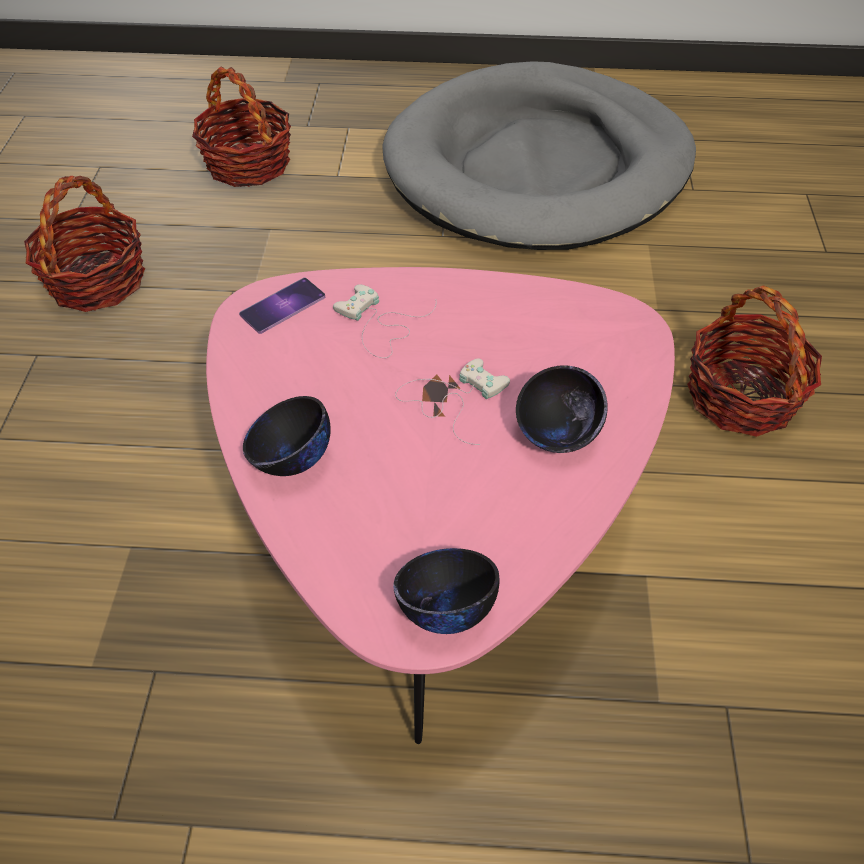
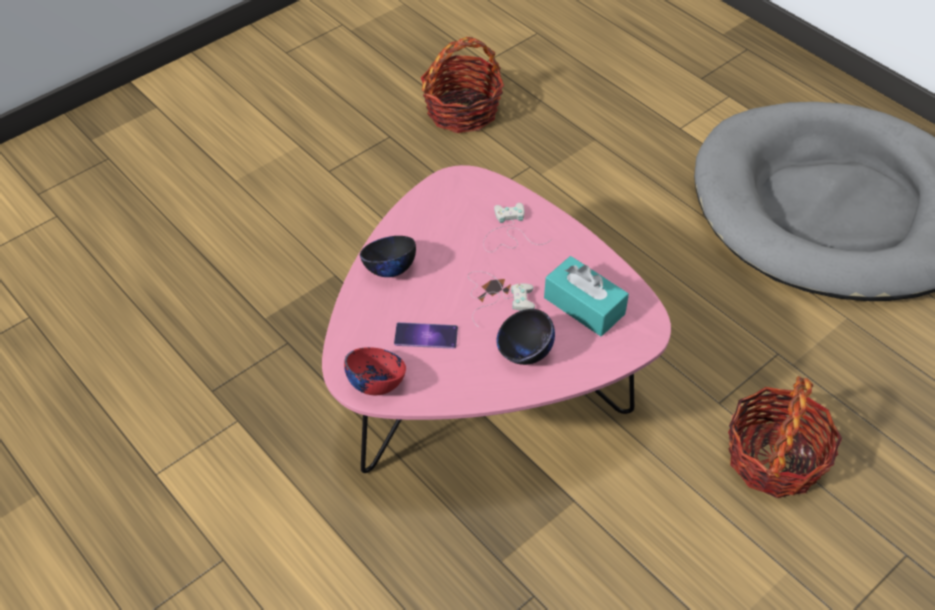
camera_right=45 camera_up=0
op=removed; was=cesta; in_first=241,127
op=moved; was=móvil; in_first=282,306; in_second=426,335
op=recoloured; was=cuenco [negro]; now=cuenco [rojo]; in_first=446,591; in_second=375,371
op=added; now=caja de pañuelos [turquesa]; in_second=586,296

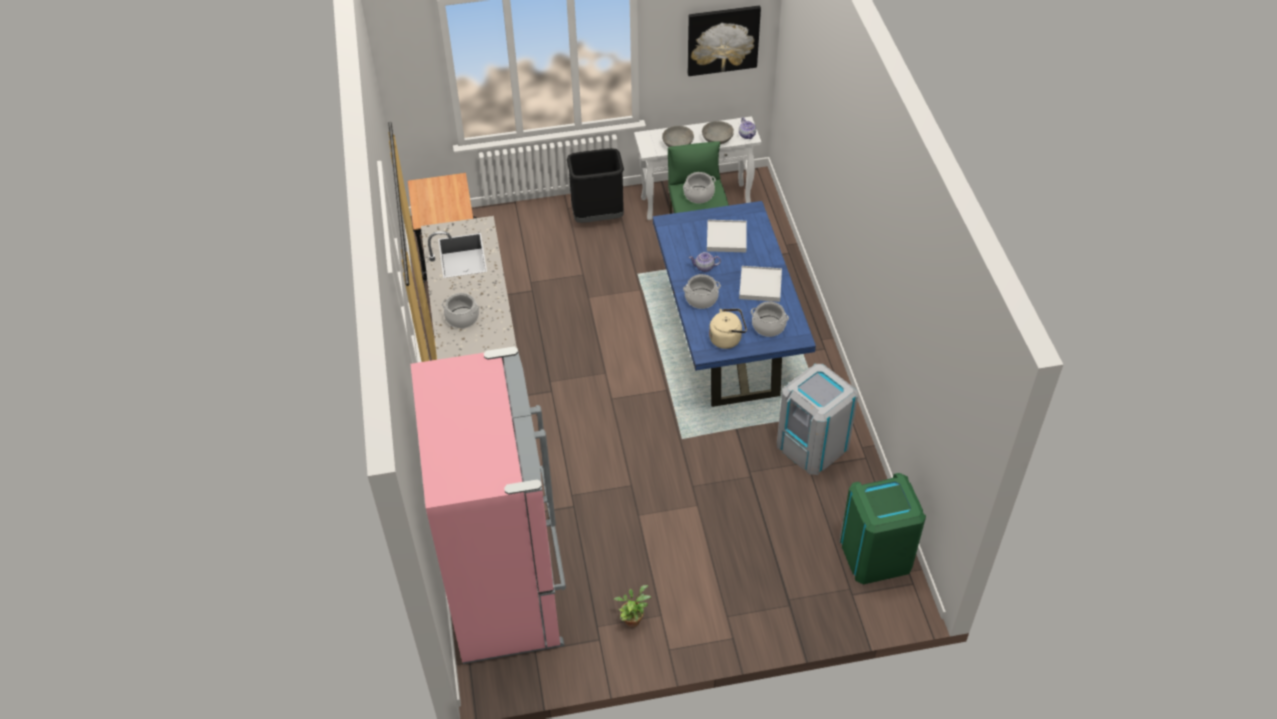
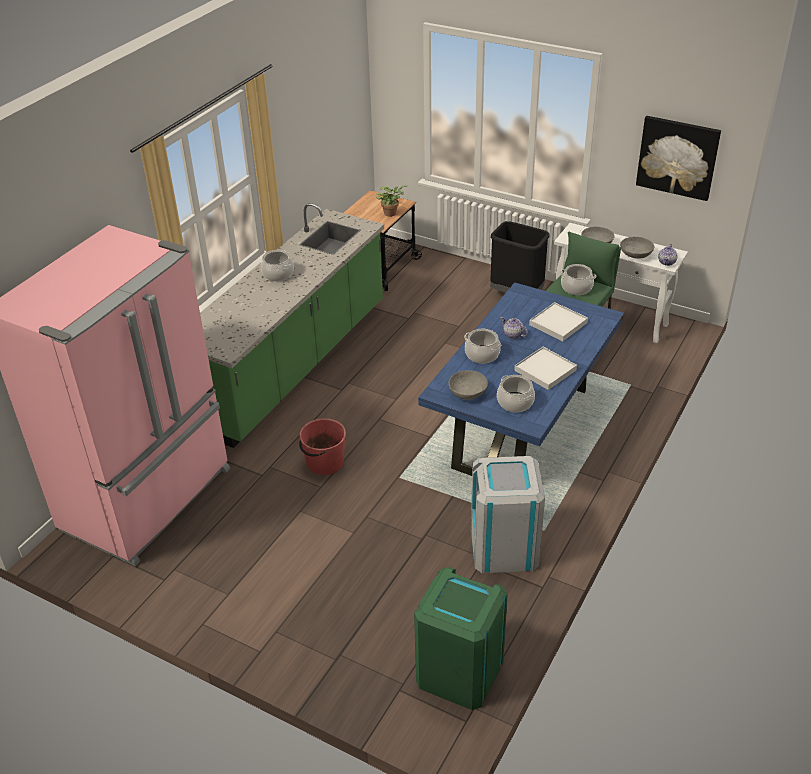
camera_right=40 camera_up=-10
op=moved; was=planta en maceta; in_first=632,606; in_second=391,201
op=replaced; was=hervidor [beis]; now=cuenco [gris]; in_first=728,329; in_second=468,385
op=added; now=cubo [rojo]; in_second=322,446

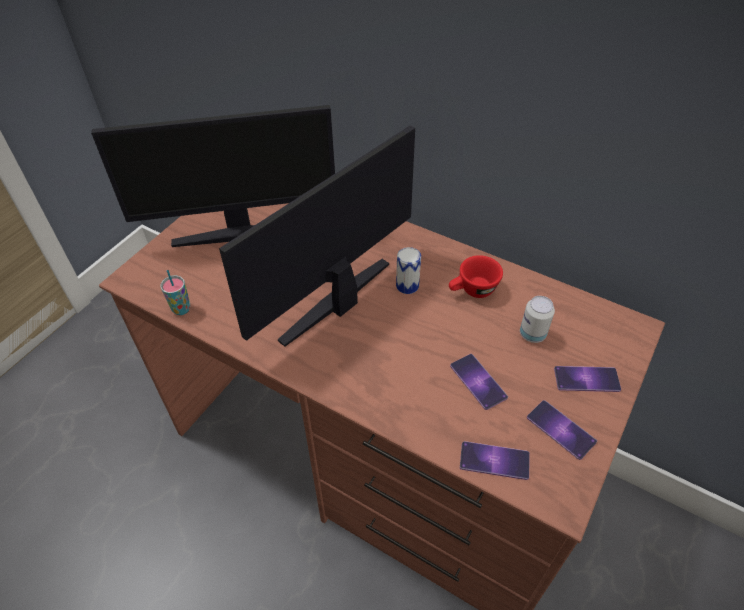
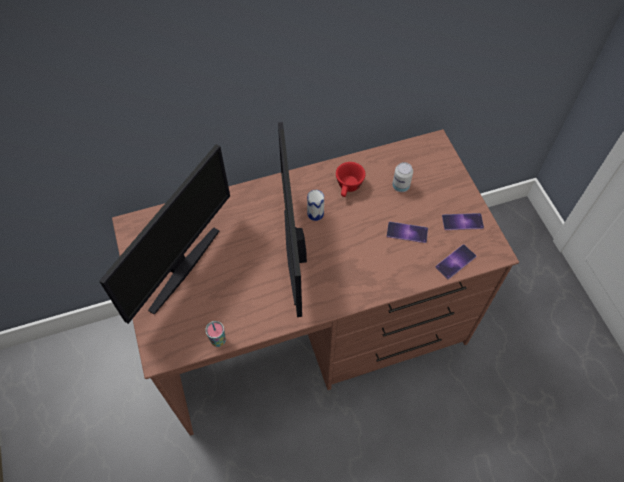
camera_right=-50 camera_up=10
op=removed; was=móvil; in_first=587,379

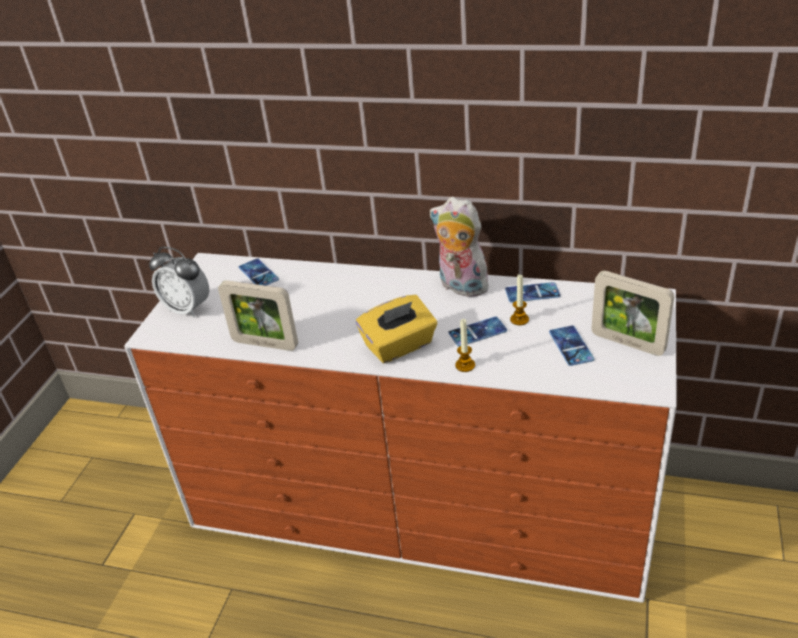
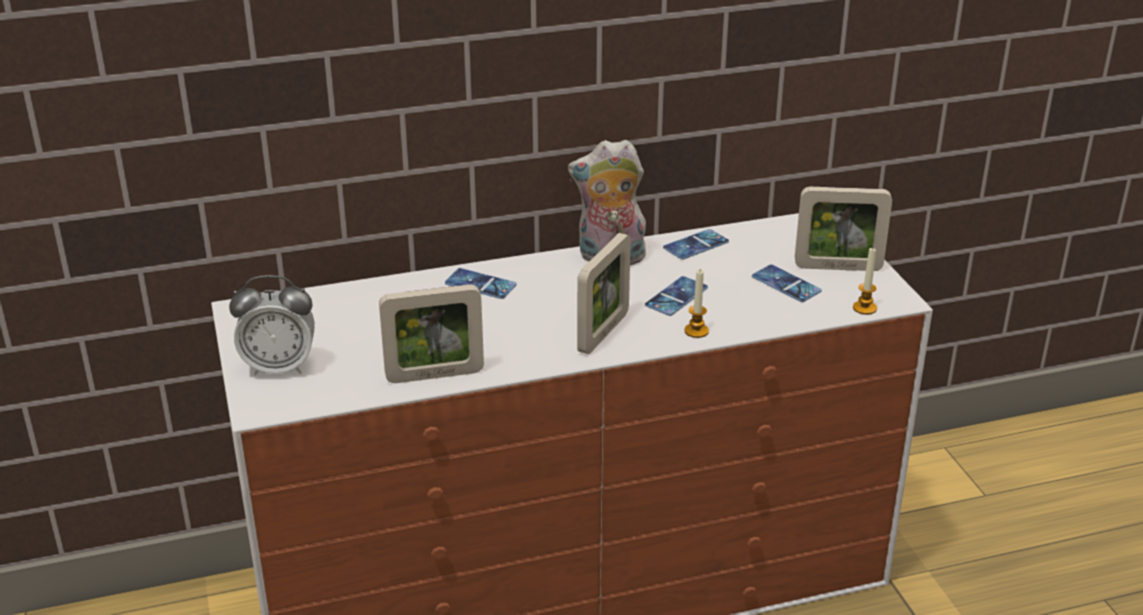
camera_right=-35 camera_up=-5
op=moved; was=móvil; in_first=259,271; in_second=481,283
op=replaced; was=caja de pañuelos [amarillo]; now=portarretratos; in_first=396,329; in_second=604,293
op=moved; was=vela; in_first=519,299; in_second=865,281

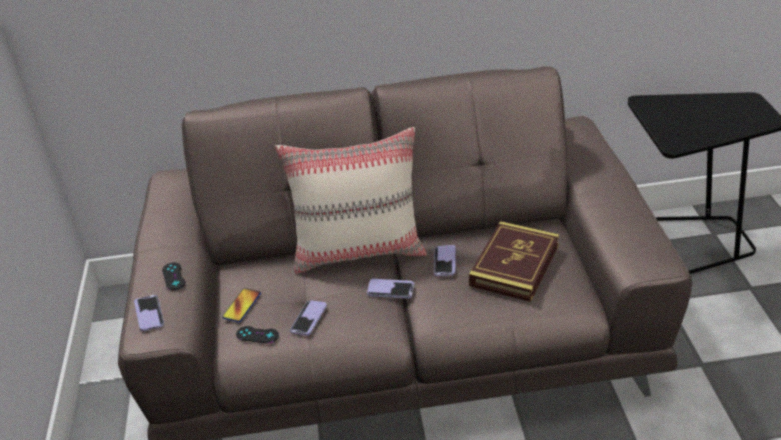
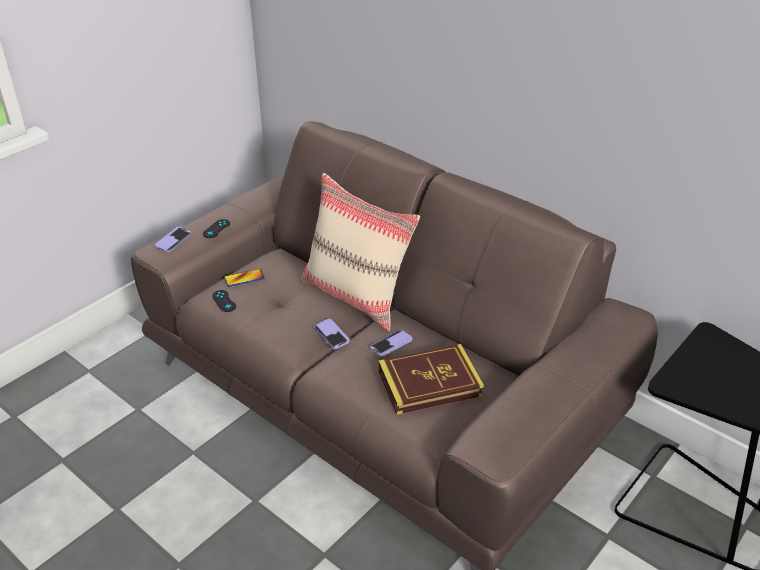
camera_right=45 camera_up=0
op=removed; was=móvil; in_first=308,317

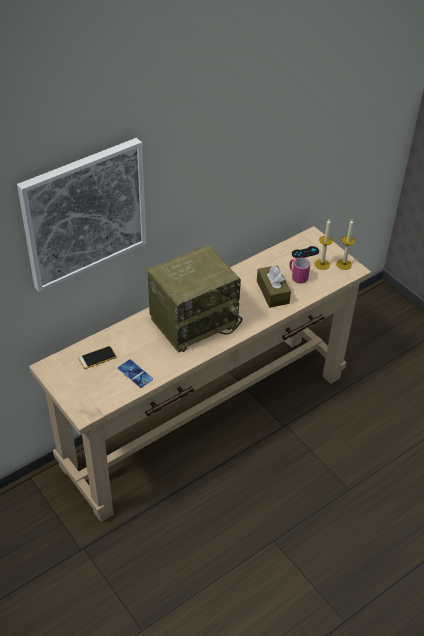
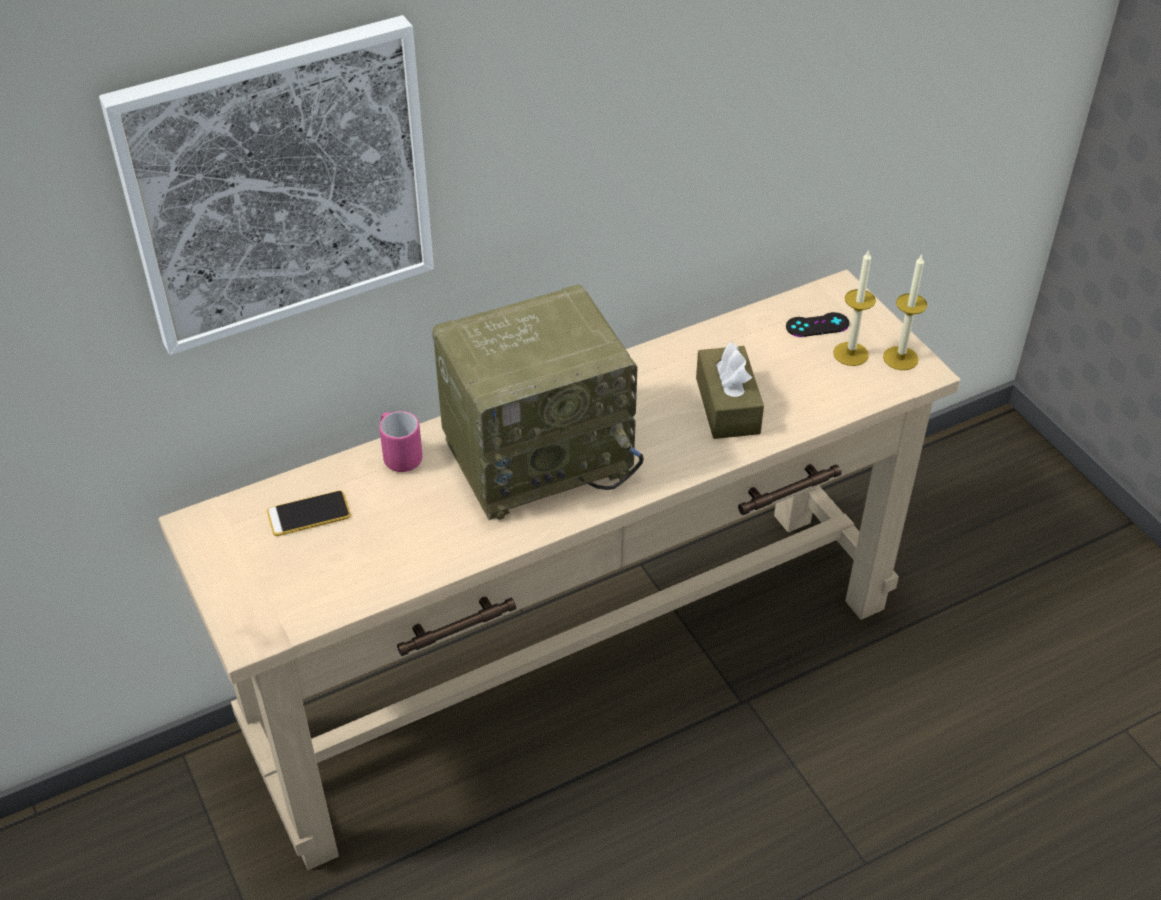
camera_right=10 camera_up=0
op=removed; was=móvil; in_first=135,373
op=moved; was=taza grande [rosa]; in_first=299,270; in_second=401,441

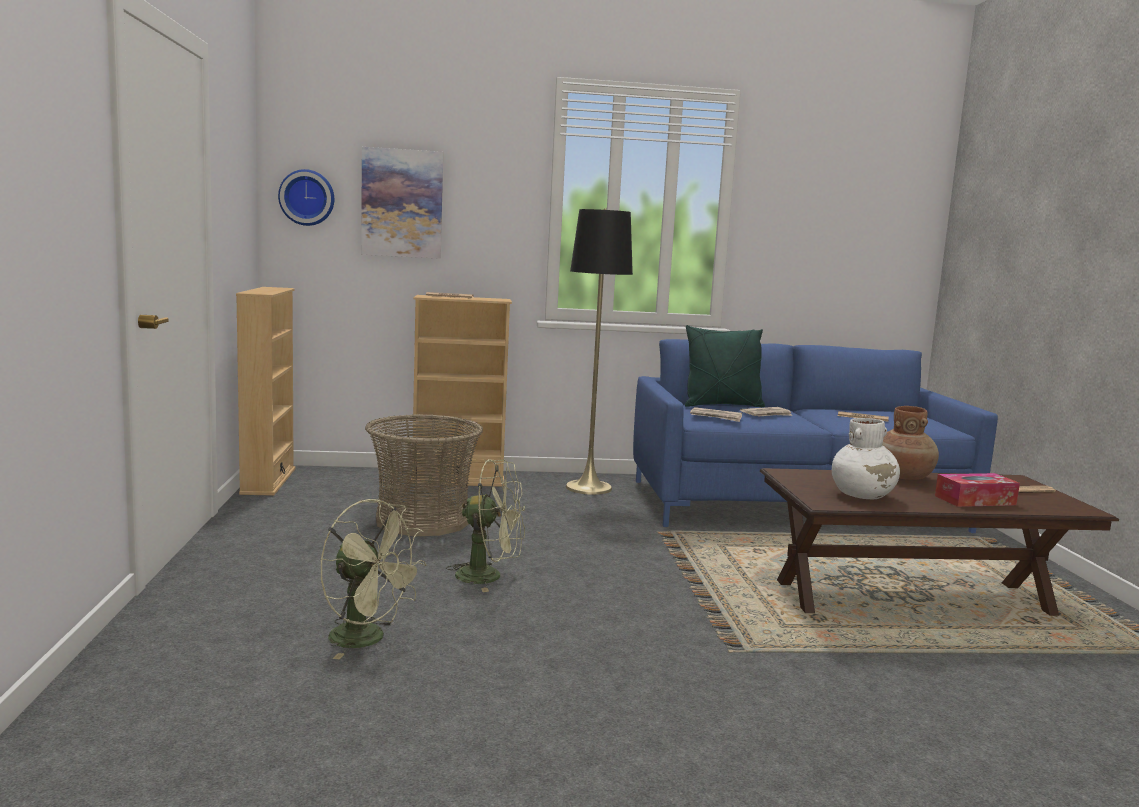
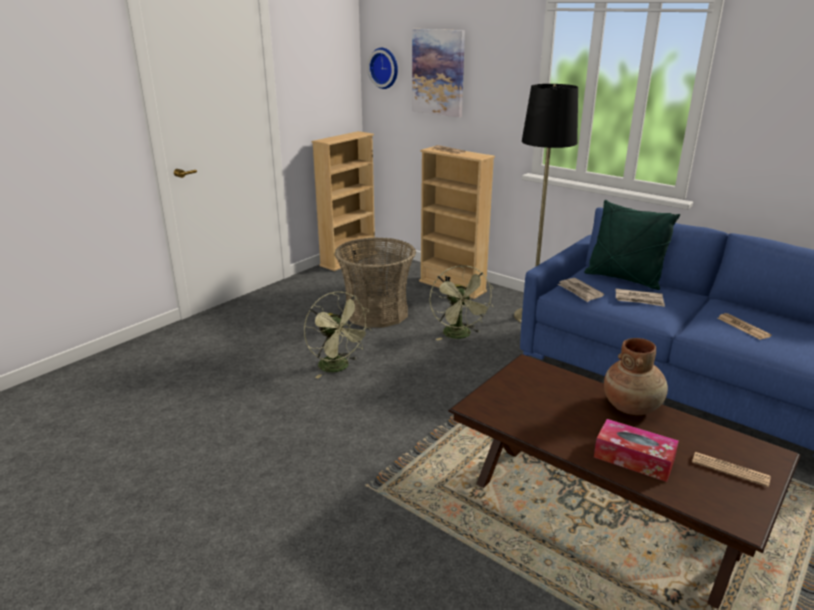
camera_right=45 camera_up=15
op=moved; was=ventilador [verde]; in_first=373,579; in_second=461,302
op=removed; was=florero [blanco]; in_first=866,458

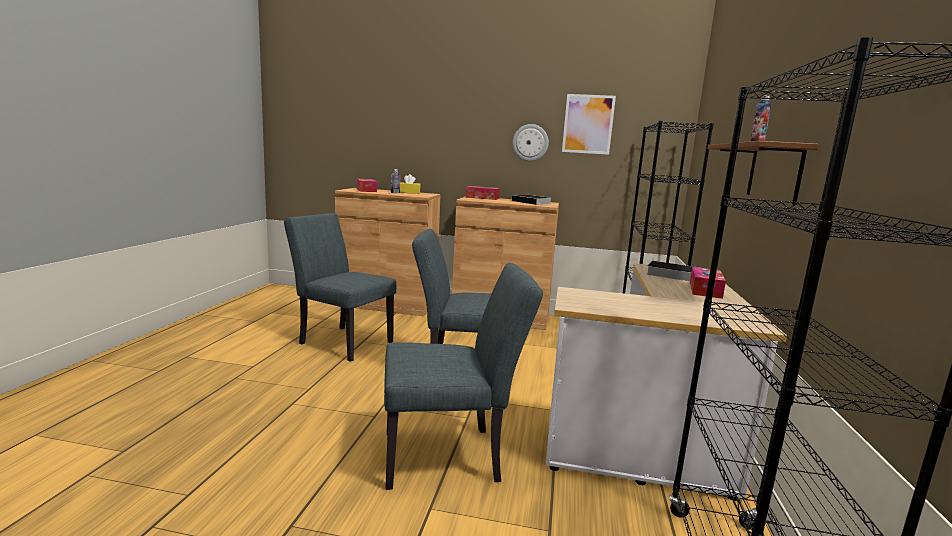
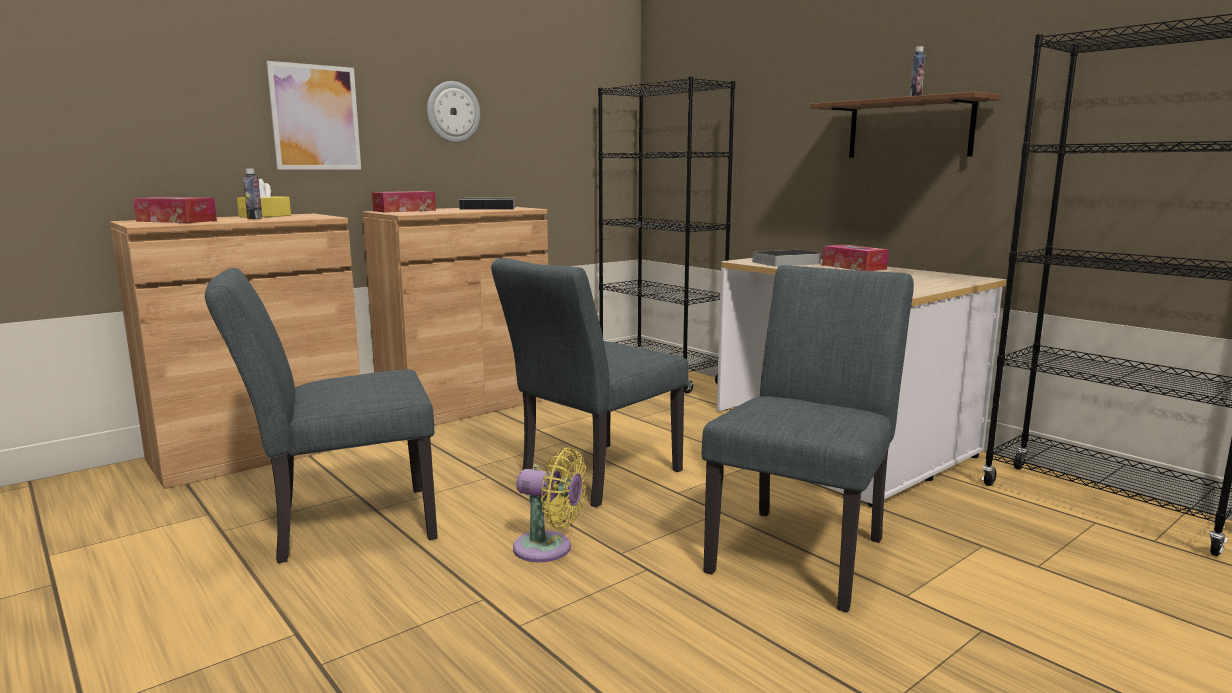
camera_right=-50 camera_up=0
op=moved; was=cuadro; in_first=589,124; in_second=313,115
op=added; now=ventilador [amarillo]; in_second=550,505

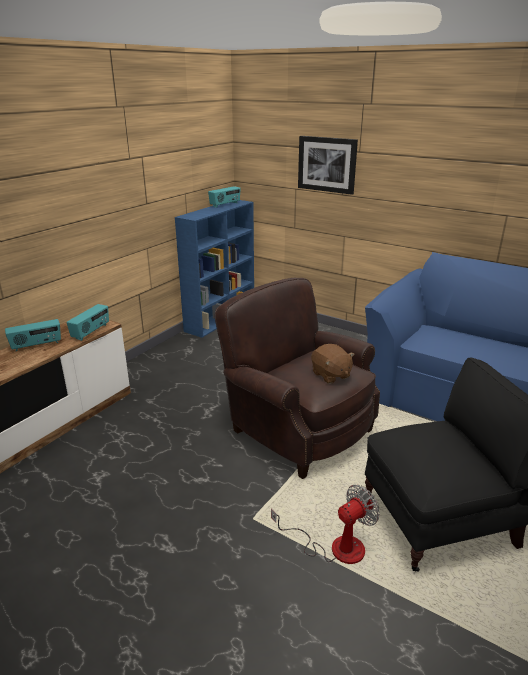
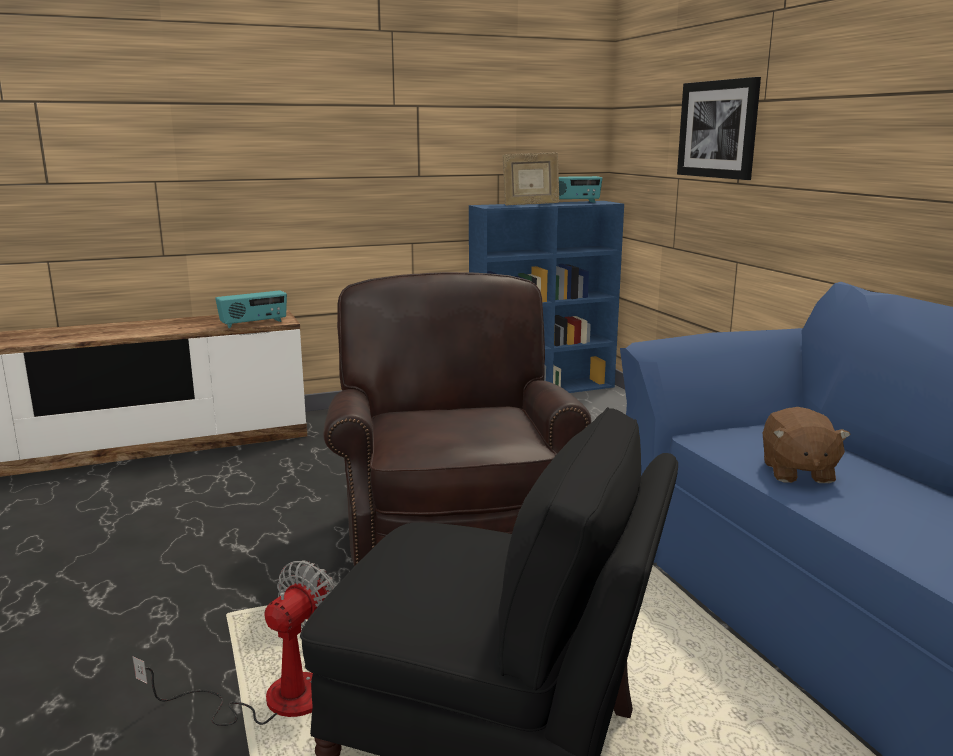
camera_right=35 camera_up=-10
op=removed; was=radio; in_first=33,335
op=turned; was=ventilador; in_first=325,524; in_second=234,643; clockwise=-60
op=moved; was=peluche [marrón]; in_first=332,364; in_second=807,445
op=added; now=portarretratos; in_second=531,178

